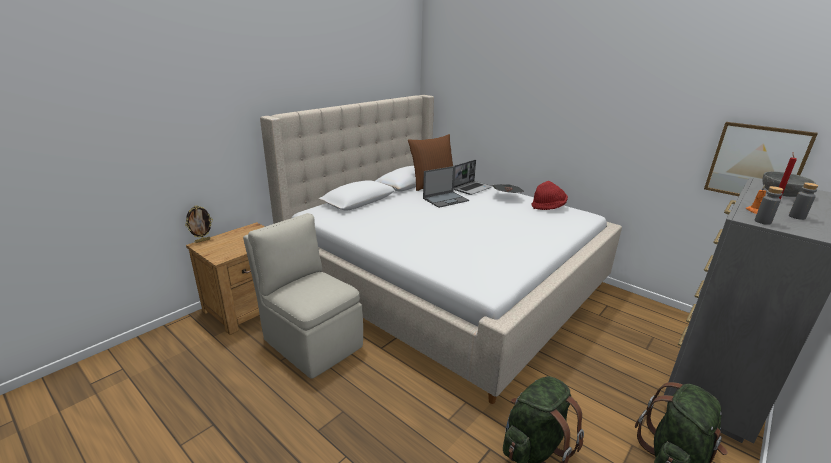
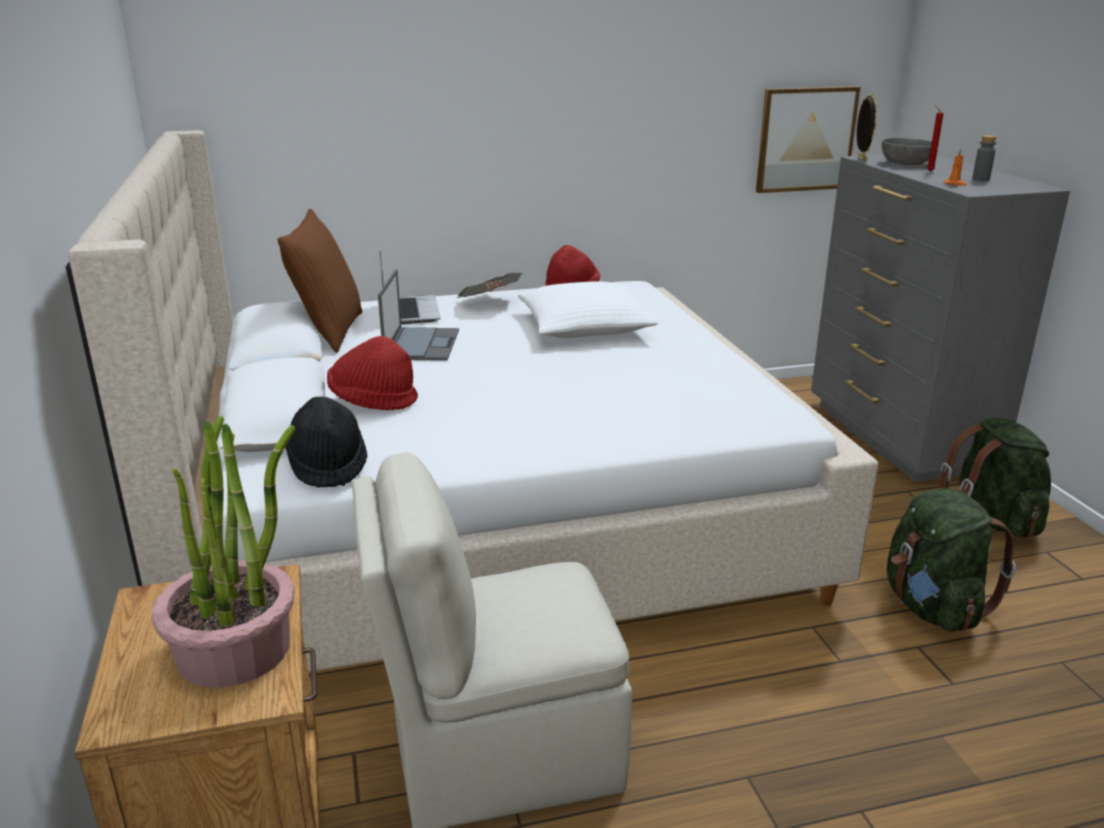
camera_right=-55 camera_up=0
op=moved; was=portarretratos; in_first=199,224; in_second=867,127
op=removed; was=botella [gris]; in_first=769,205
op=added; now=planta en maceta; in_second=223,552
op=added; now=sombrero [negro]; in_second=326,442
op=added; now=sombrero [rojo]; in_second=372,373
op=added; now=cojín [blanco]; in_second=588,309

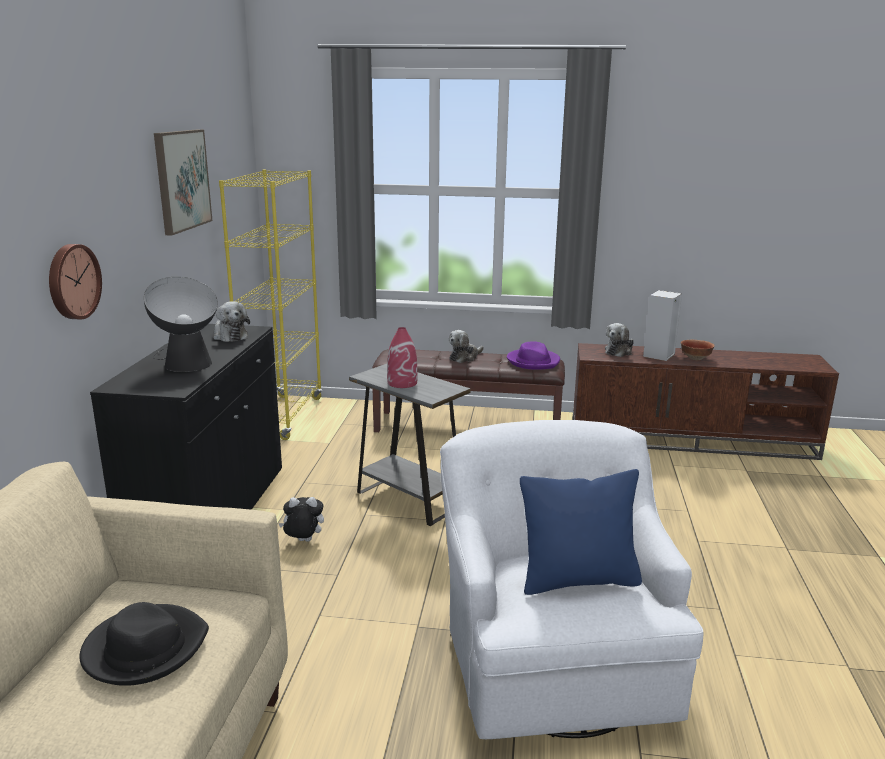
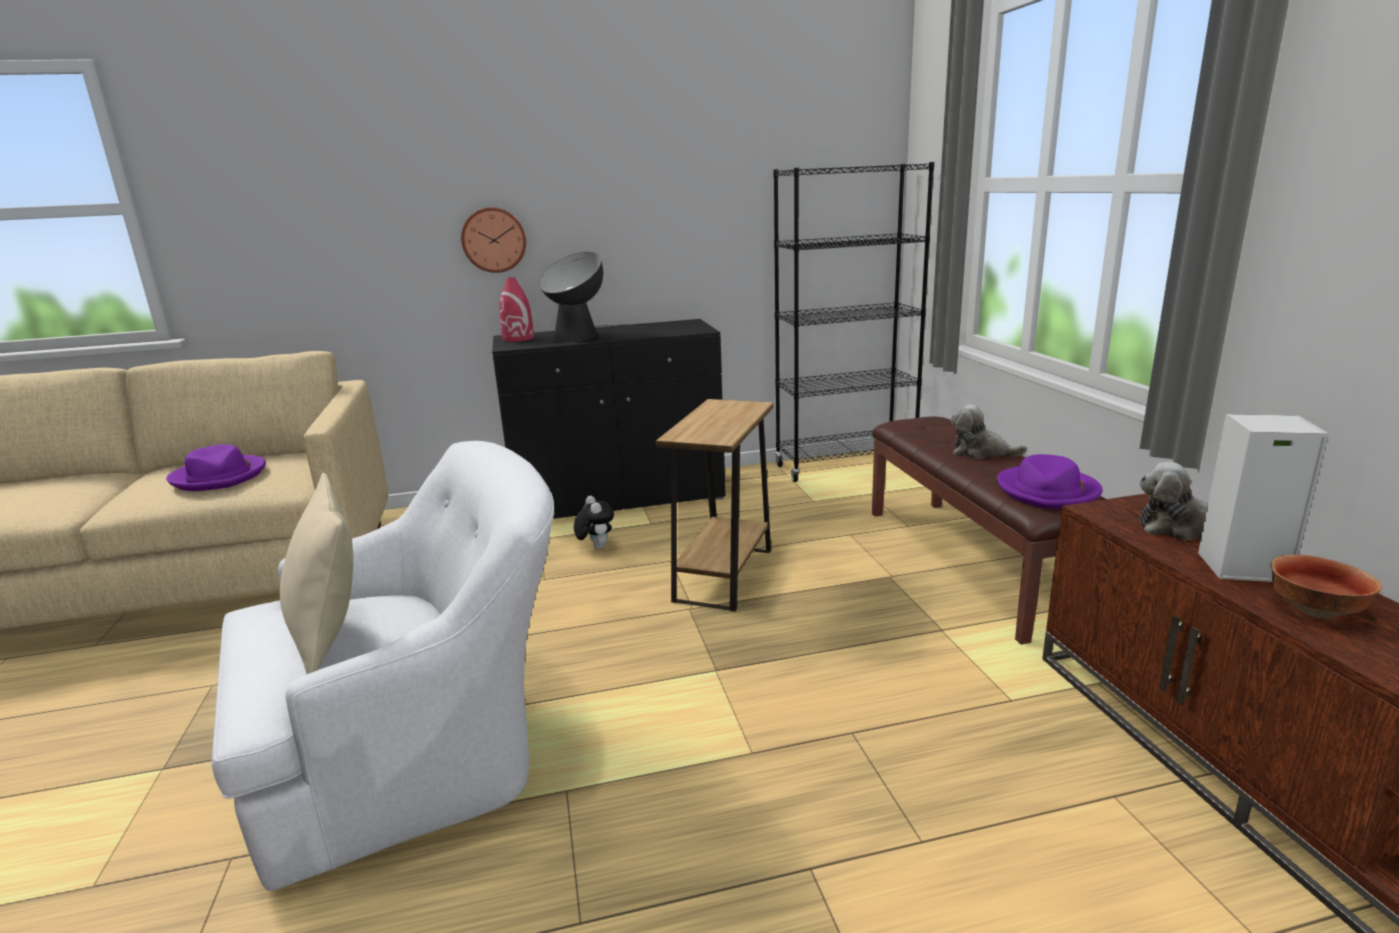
camera_right=70 camera_up=0
op=recoloured; was=sombrero [negro]; now=sombrero [morado]; in_first=144,644; in_second=216,467
op=removed; was=cuadro; in_first=183,182
op=removed; was=peluche; in_first=231,321
op=recoloured; was=estantería [amarillo]; now=estantería [negro]; in_first=271,305; in_second=853,322
op=recoloured; was=mesa auxiliar [gris]; now=mesa auxiliar [marrón]; in_first=410,445; in_second=715,505
op=moved; was=florero [rojo]; in_first=402,357; in_second=516,309
op=recoloured; was=cojín [azul]; now=cojín [beis]; in_first=581,532; in_second=316,573

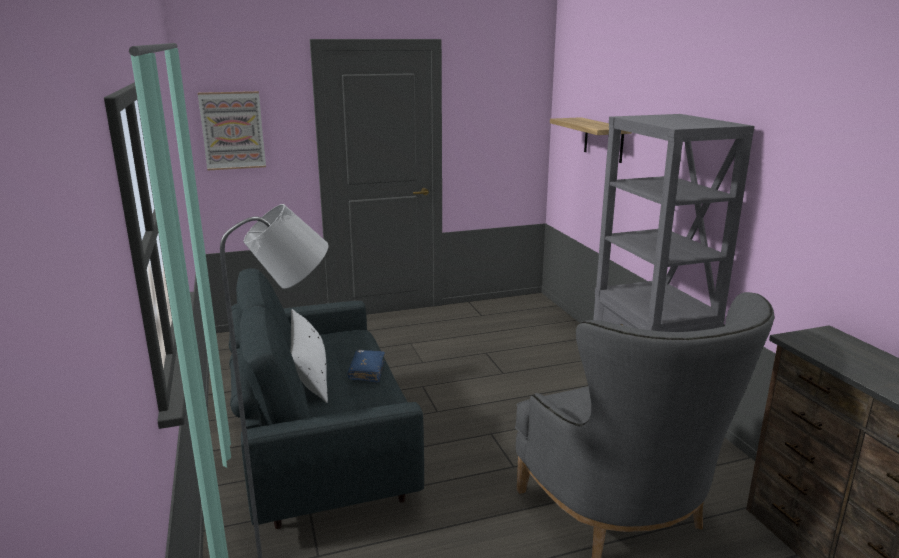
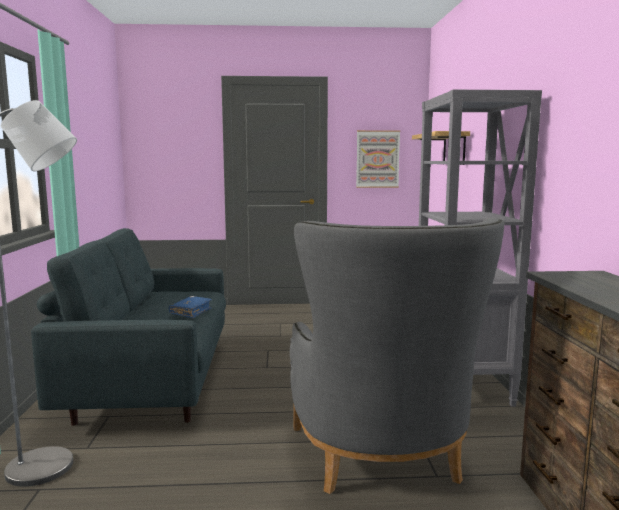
camera_right=15 camera_up=-10
op=moved; was=cuadro; in_first=232,130; in_second=378,159
op=removed; was=cojín [blanco]; in_first=309,356

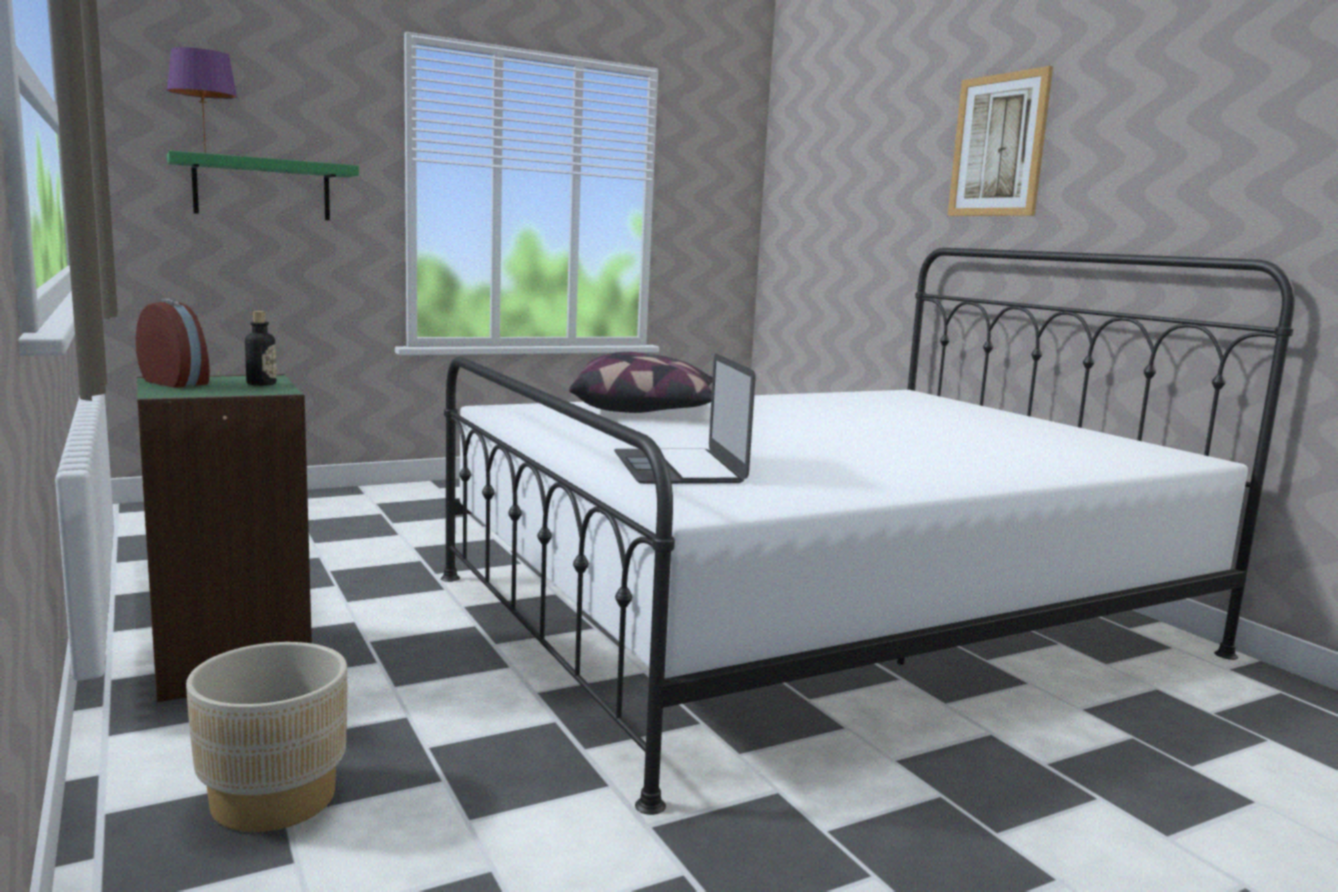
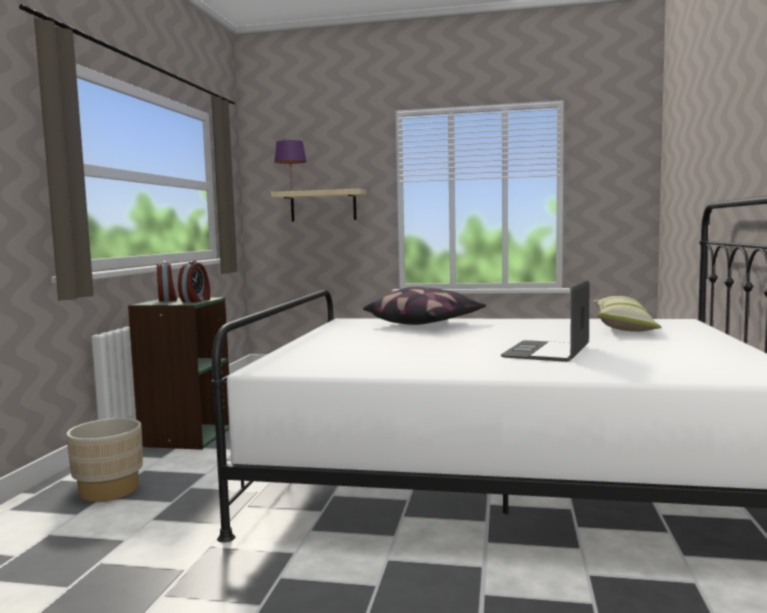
camera_right=40 camera_up=-5
op=recoloured; was=estante [verde]; now=estante [beis]; in_first=263,185; in_second=318,205
op=replaced; was=botella; now=despertador; in_first=261,348; in_second=194,281
op=moved; was=portátil; in_first=685,418; in_second=545,321
op=removed; was=cuadro; in_first=1000,141
op=added; now=cojín; in_second=627,314

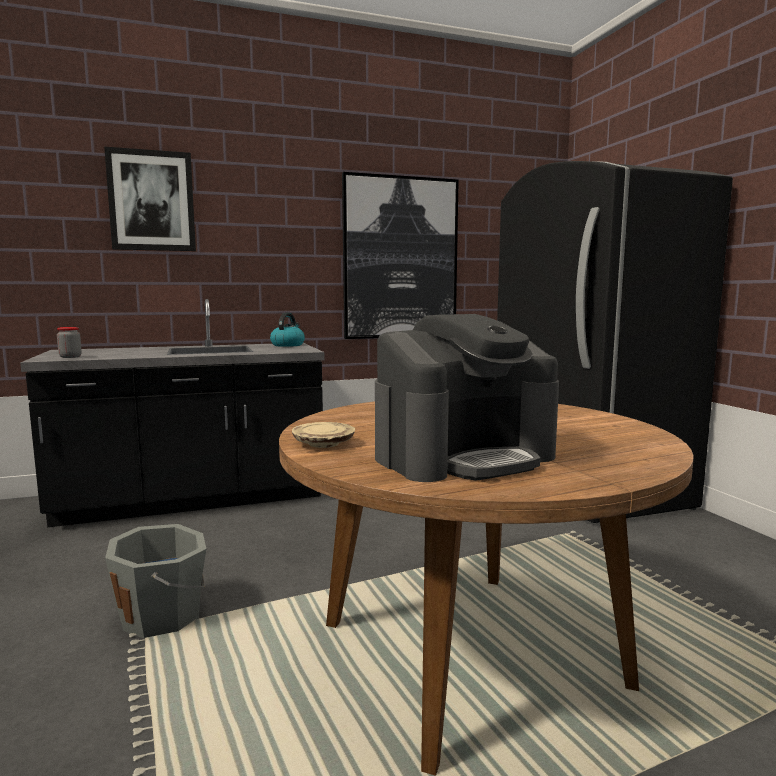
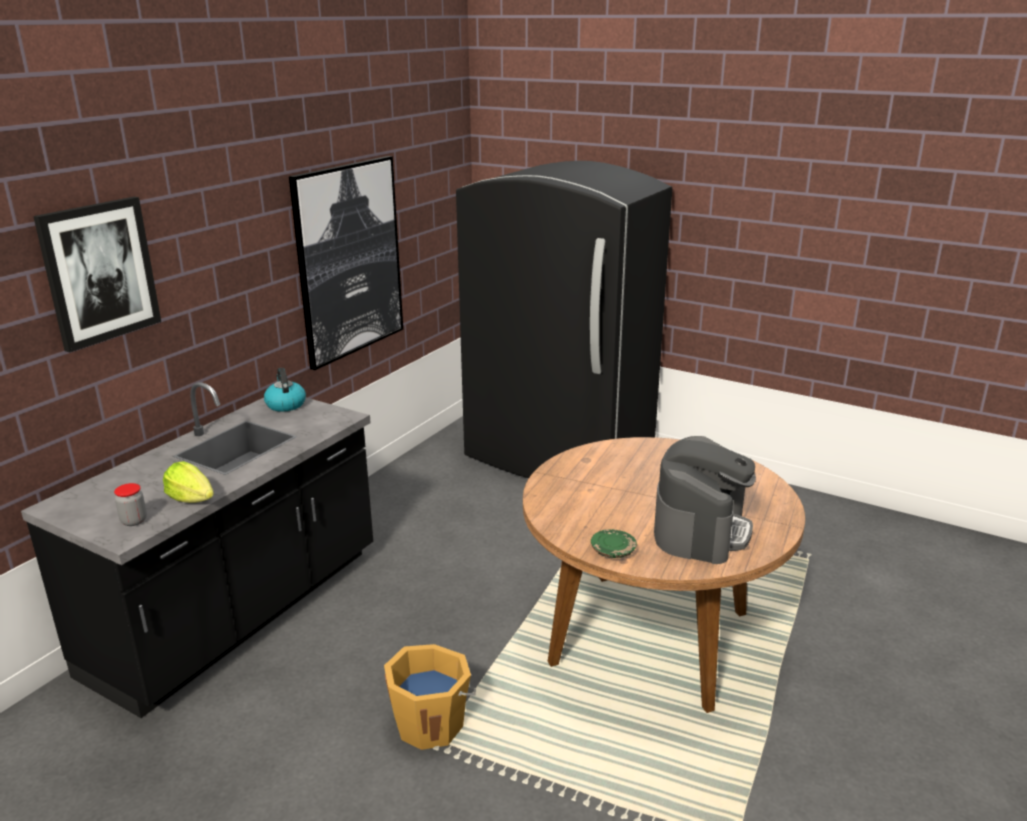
camera_right=-40 camera_up=15
op=recoloured; was=cubo [gris]; now=cubo [naranja]; in_first=155,581; in_second=430,697
op=recoloured; was=plato [beis]; now=plato [verde]; in_first=323,435; in_second=614,543
op=added; now=lechuga; in_second=188,482

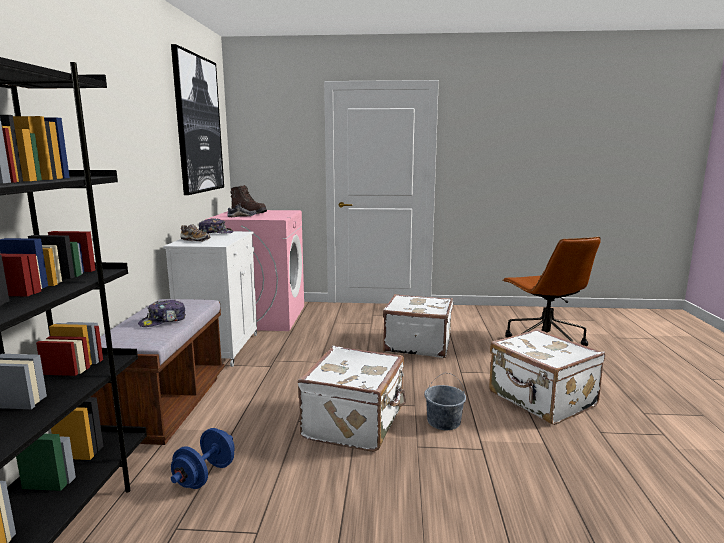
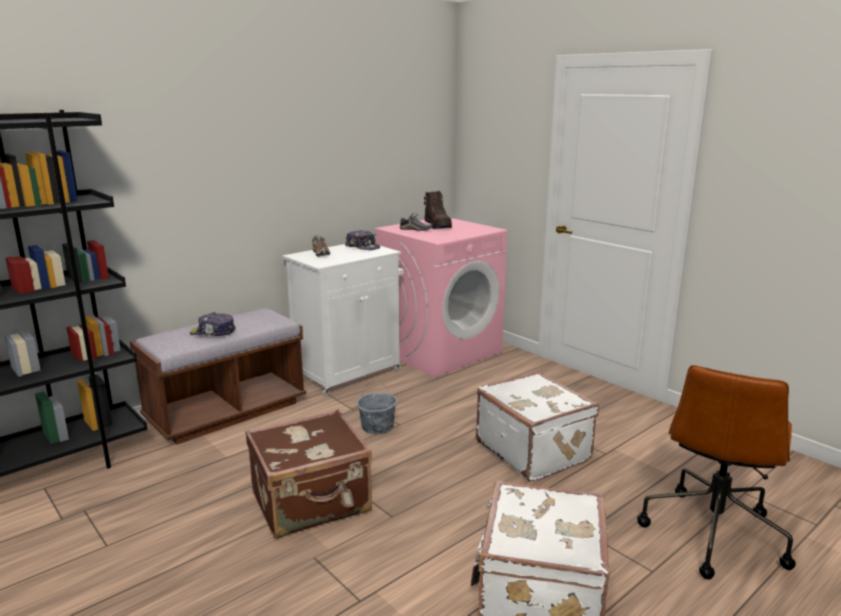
camera_right=45 camera_up=5
op=removed; was=cuadro; in_first=197,119
op=removed; was=mancuerna [azul]; in_first=203,458
op=recoloured; was=maleta [blanco]; now=maleta [marrón]; in_first=351,399; in_second=308,474
op=moved; was=cubo [gris]; in_first=445,401; in_second=377,407

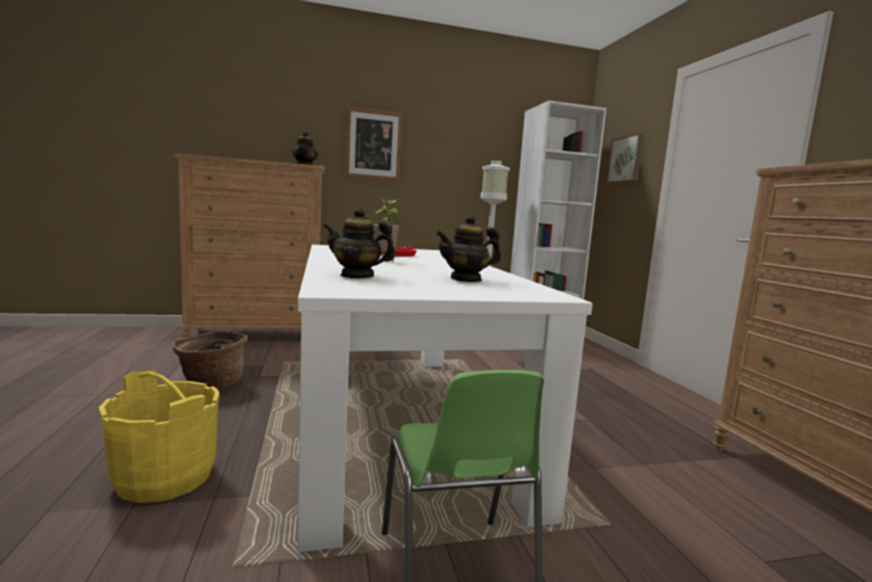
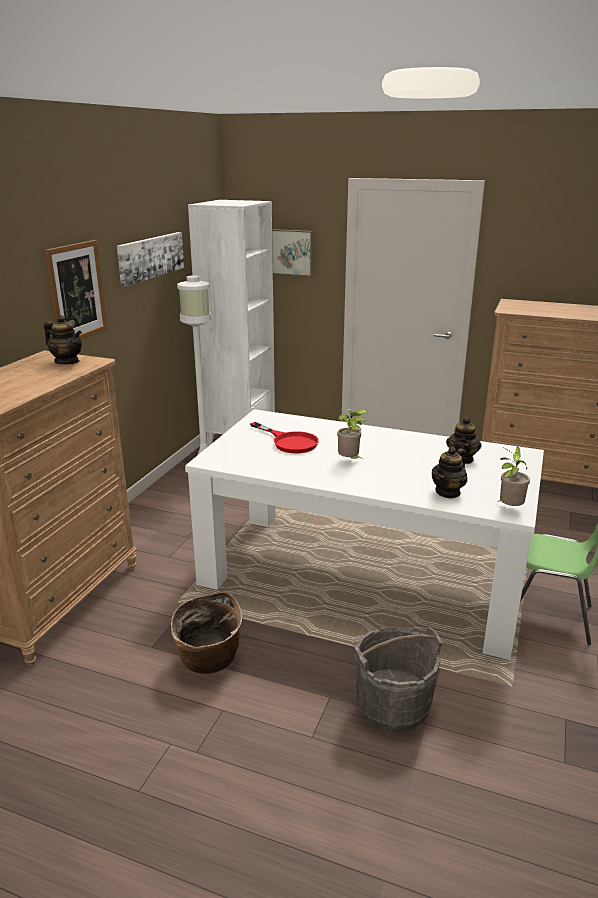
camera_right=-55 camera_up=15
op=recoloured; was=cubo [amarillo]; now=cubo [gris]; in_first=159,436; in_second=398,679
op=added; now=cuadro; in_second=150,259
op=added; now=planta en maceta; in_second=513,476

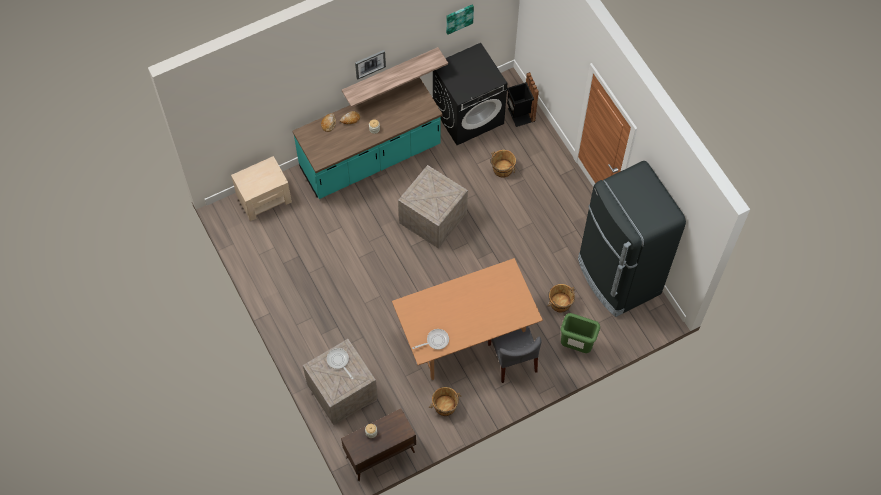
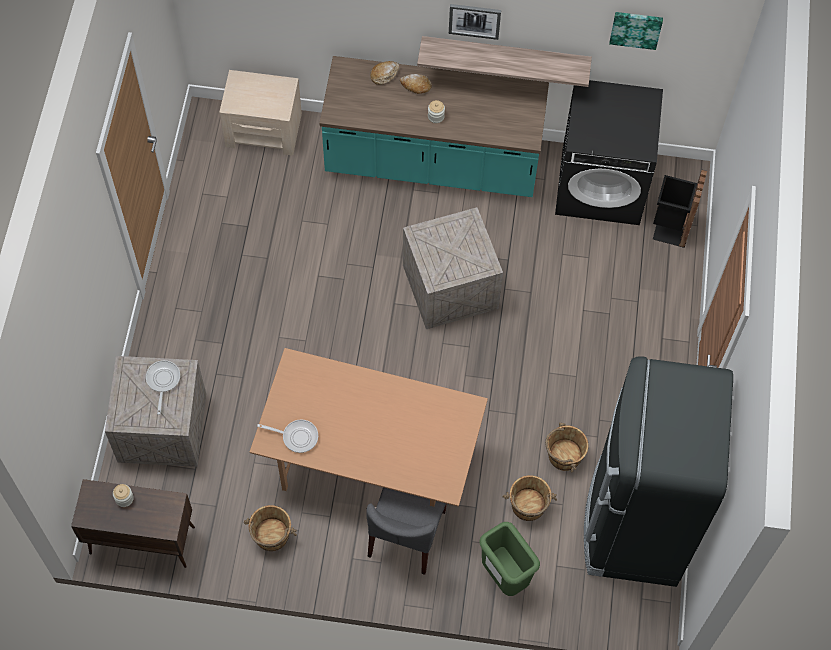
camera_right=35 camera_up=0
op=moved; was=cubo [marrón]; in_first=503,164; in_second=566,448

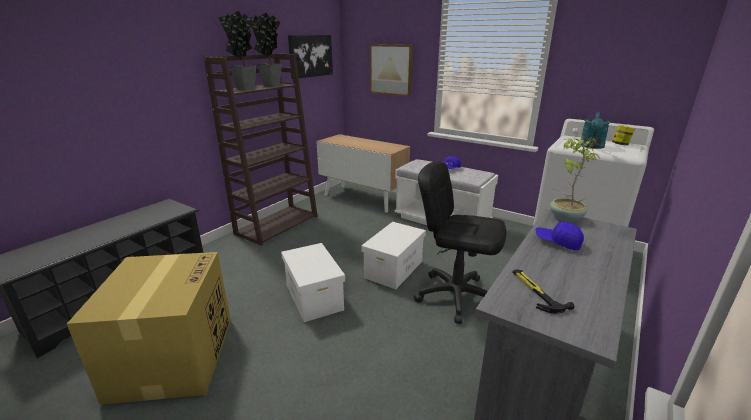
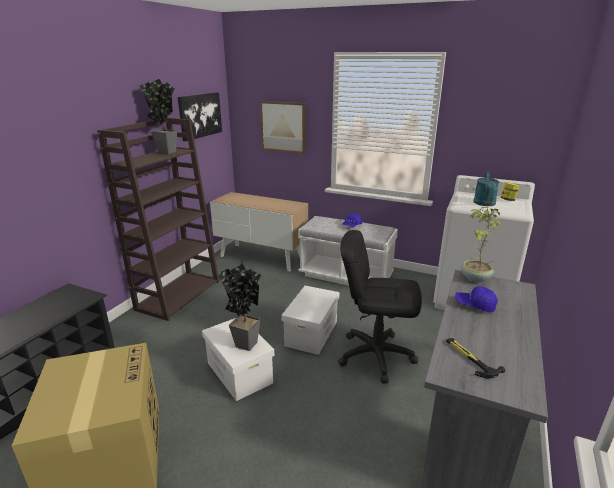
camera_right=-10 camera_up=0
op=moved; was=planta en maceta; in_first=237,50; in_second=239,306

